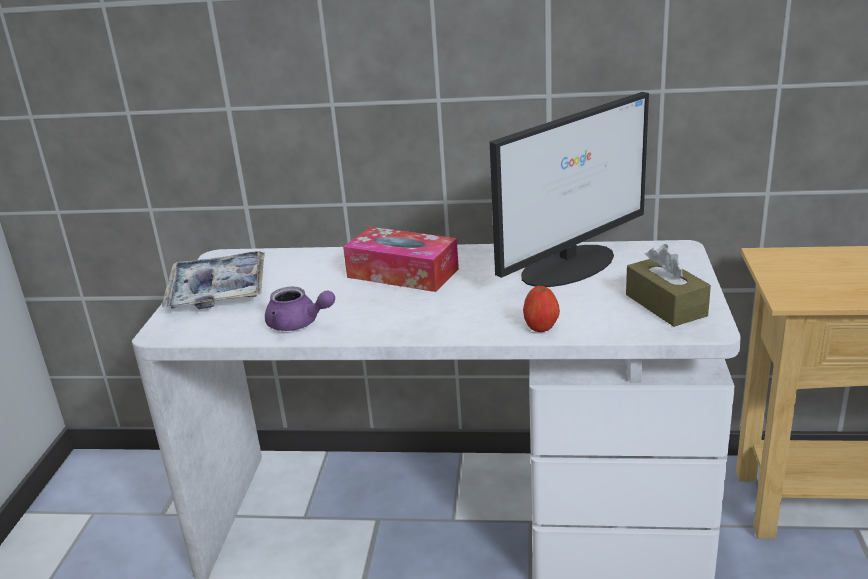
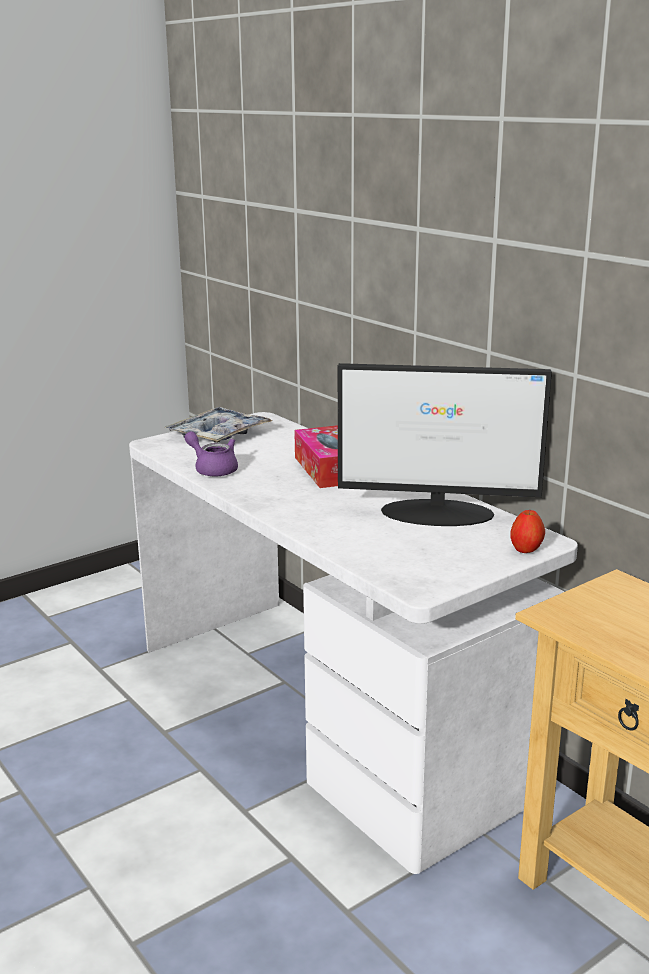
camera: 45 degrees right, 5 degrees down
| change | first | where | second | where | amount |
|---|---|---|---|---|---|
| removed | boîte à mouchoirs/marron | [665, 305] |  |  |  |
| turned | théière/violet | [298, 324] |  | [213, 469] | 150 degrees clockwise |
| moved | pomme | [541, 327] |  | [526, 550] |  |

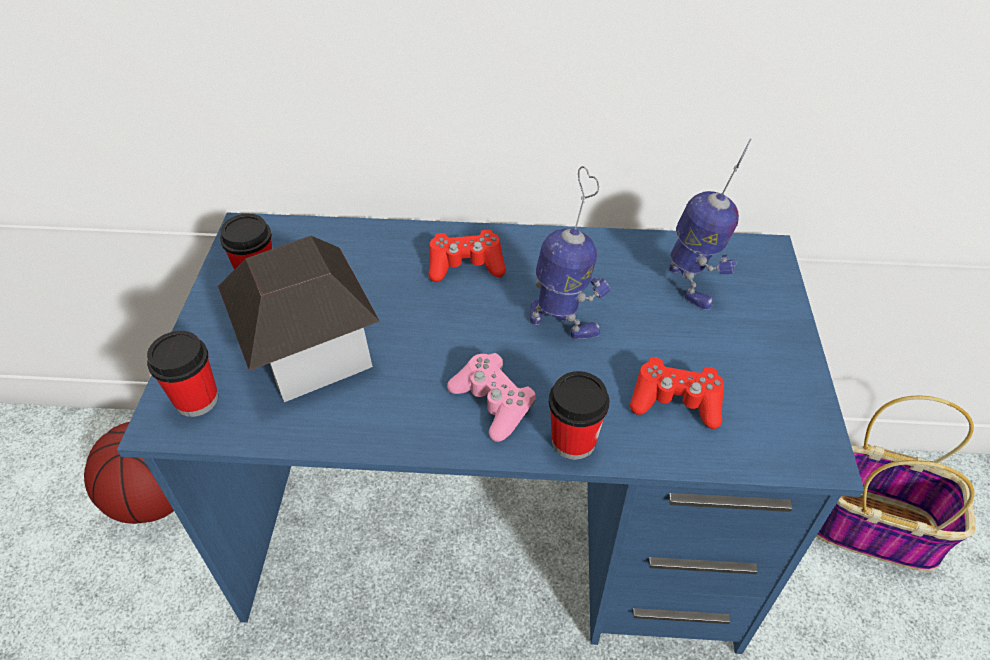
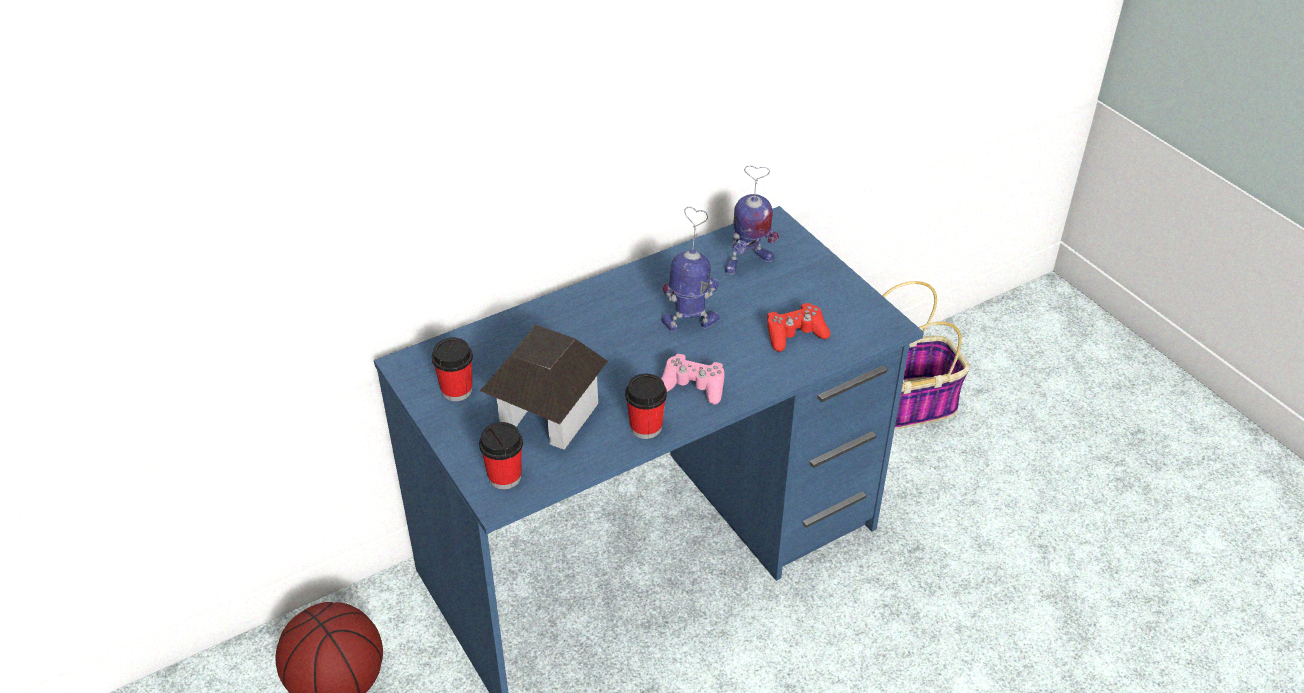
camera: 35 degrees left, 5 degrees down
| change | first | where | second | where | amount |
|---|---|---|---|---|---|
| turned | robot jouet | [692, 285] |  | [747, 263] | 105 degrees clockwise |
| removed | manette/rouge | [466, 265] |  |  |  |
| moved | tasse | [573, 441] |  | [646, 427] |  |

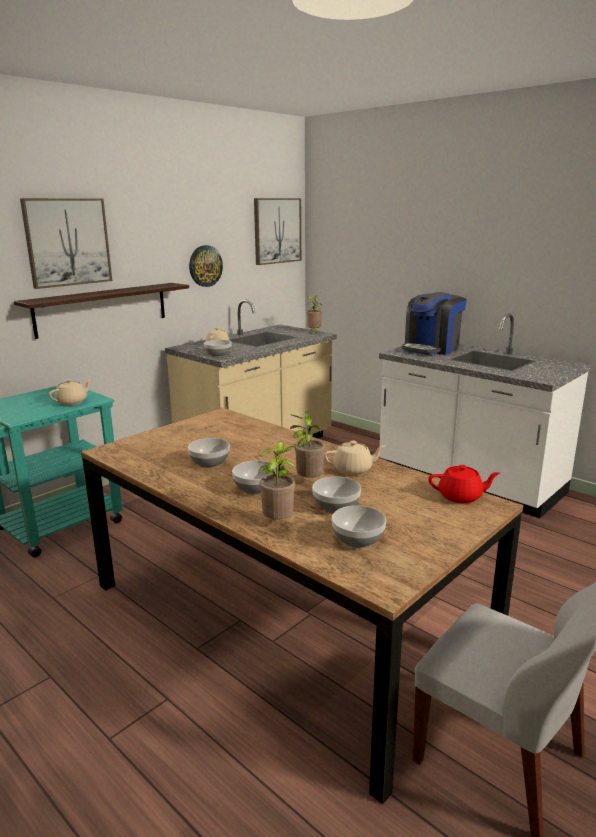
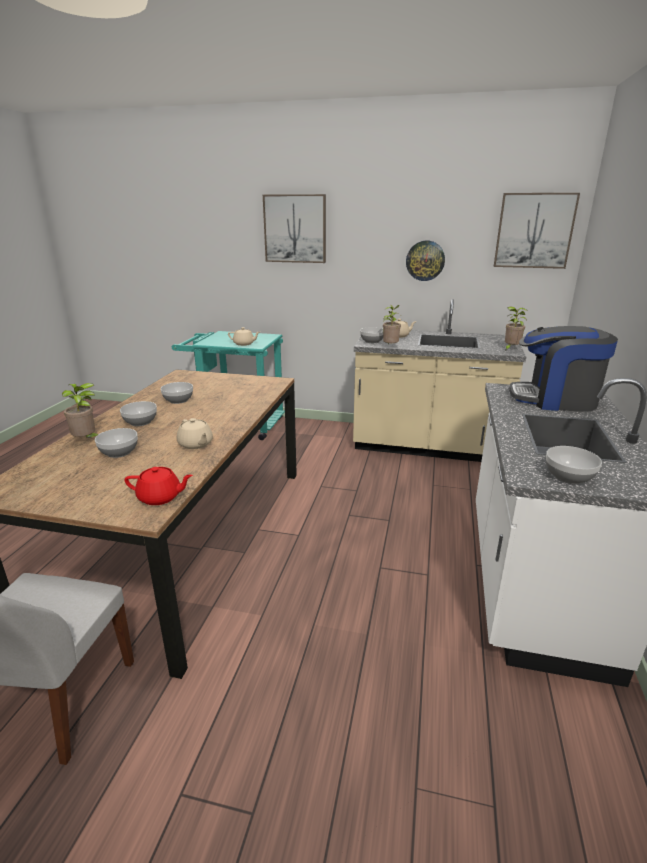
camera: 60 degrees right, 5 degrees up
| change | first | where | second | where | amount |
|---|---|---|---|---|---|
| removed | étagère | [102, 309] |  |  |  |
| moved | plante en pot | [308, 482] |  | [390, 347] |  |
| turned | théière/rouge | [461, 497] |  | [160, 497] | 60 degrees counterclockwise |
| moved | bol | [358, 540] |  | [568, 477] |  |

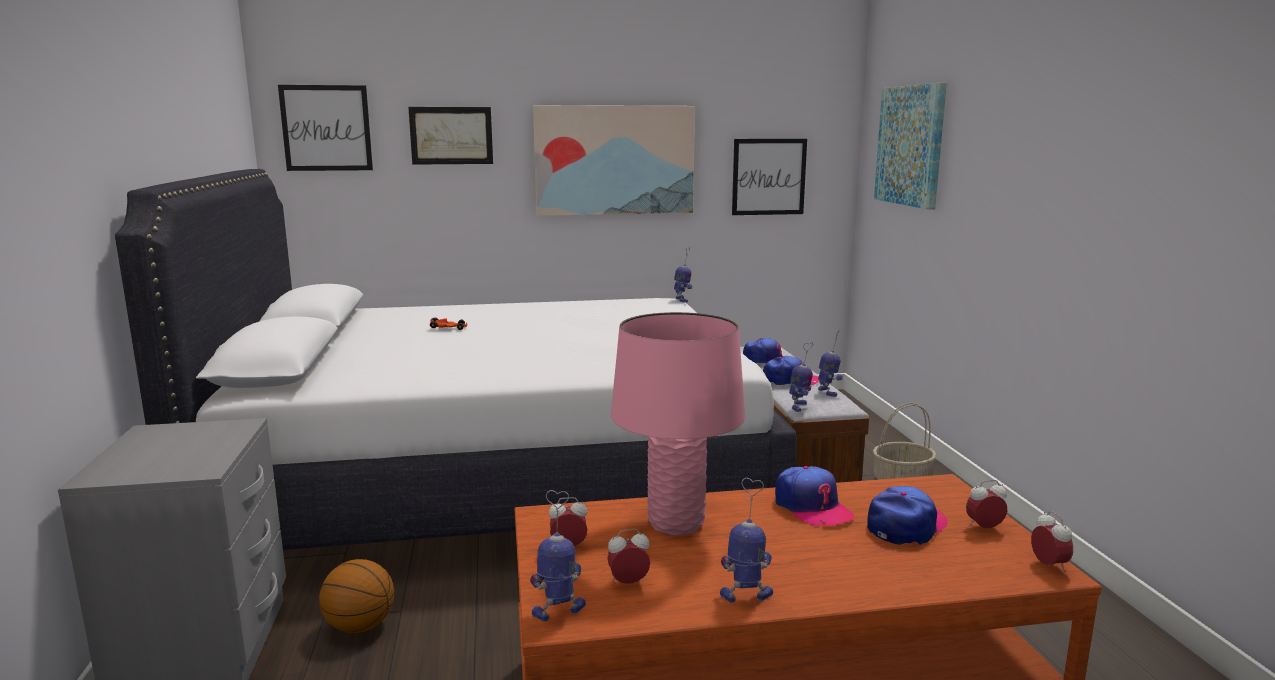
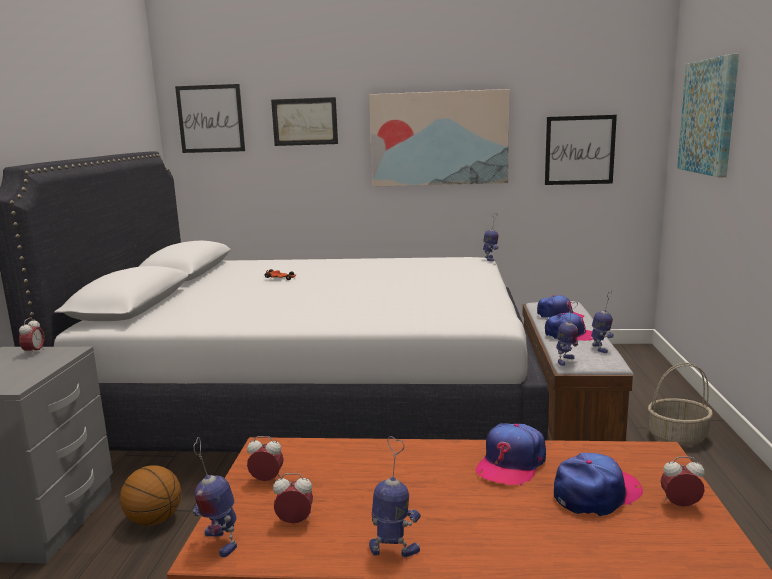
camera: 15 degrees right, 0 degrees up
| change | first | where | second | where | amount |
|---|---|---|---|---|---|
| removed | lampe de table/rose | [676, 523] |  |  |  |
| turned | casquette | [812, 507] |  | [511, 463] | 45 degrees clockwise |
| turned | robot jouet | [560, 611] |  | [219, 542] | 120 degrees counterclockwise |
| moved | réveil | [1049, 565] |  | [34, 352] |  |

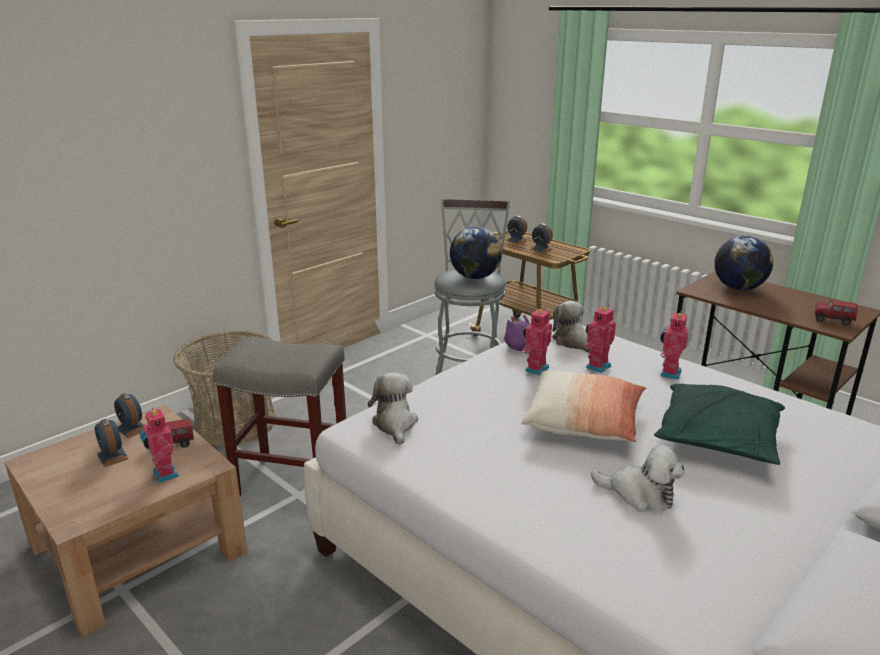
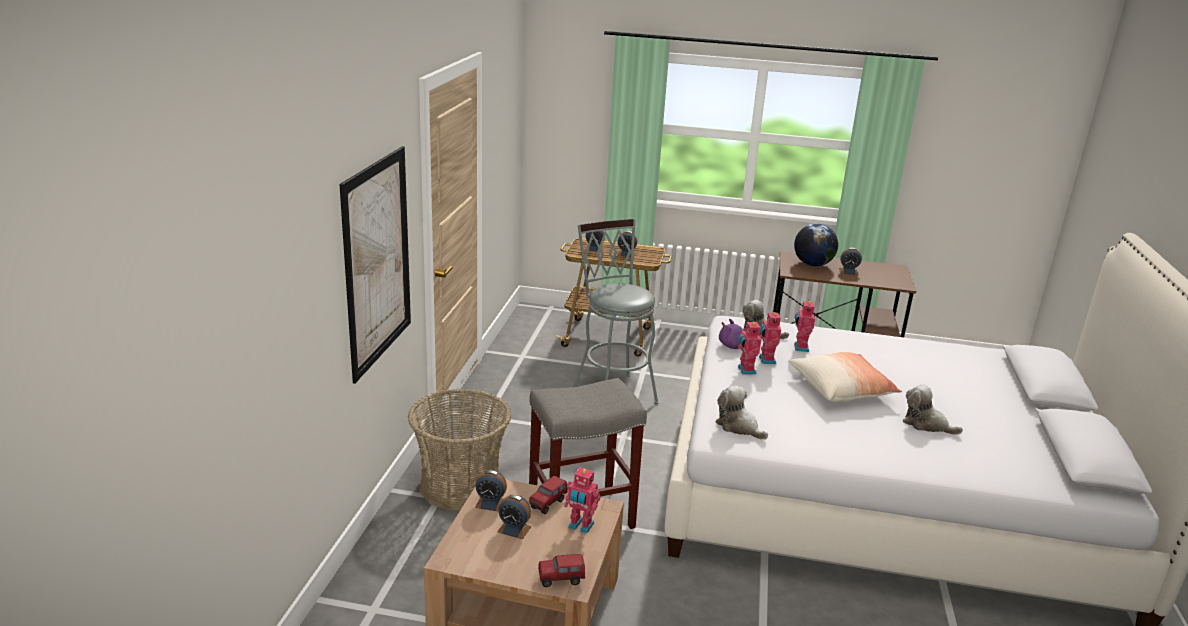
camera: 35 degrees left, 0 degrees up
| change | first | where | second | where | amount |
|---|---|---|---|---|---|
| removed | globe | [475, 277] |  |  |  |
| moved | camion jouet | [833, 321] |  | [561, 580] |  |
| moved | robot jouet | [668, 373] |  | [745, 370] |  |
| removed | coussin/vert | [717, 440] |  |  |  |
| turned | peluche | [639, 494] |  | [926, 424] | 135 degrees counterclockwise |
| added |  |  | tableau | [378, 261] |  |
| added |  |  | réveil | [848, 271] |  |

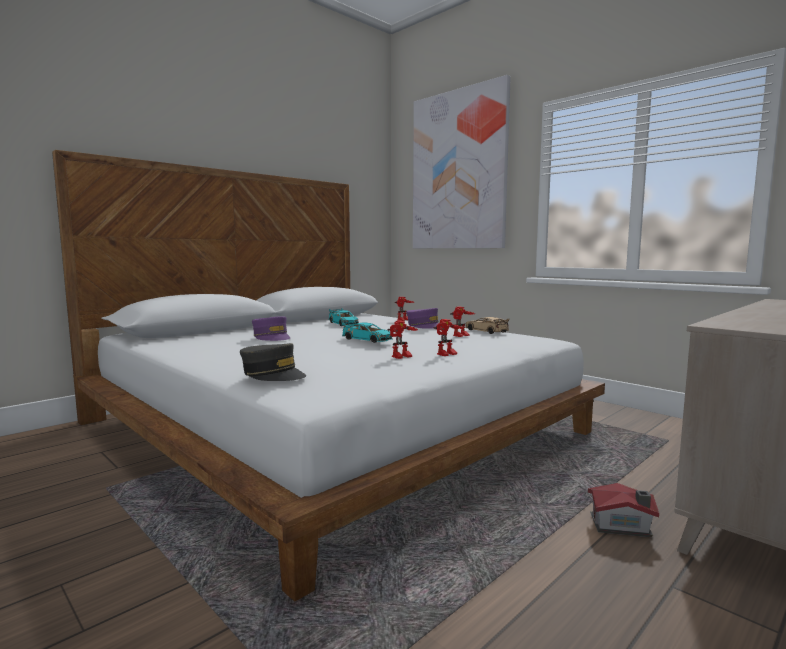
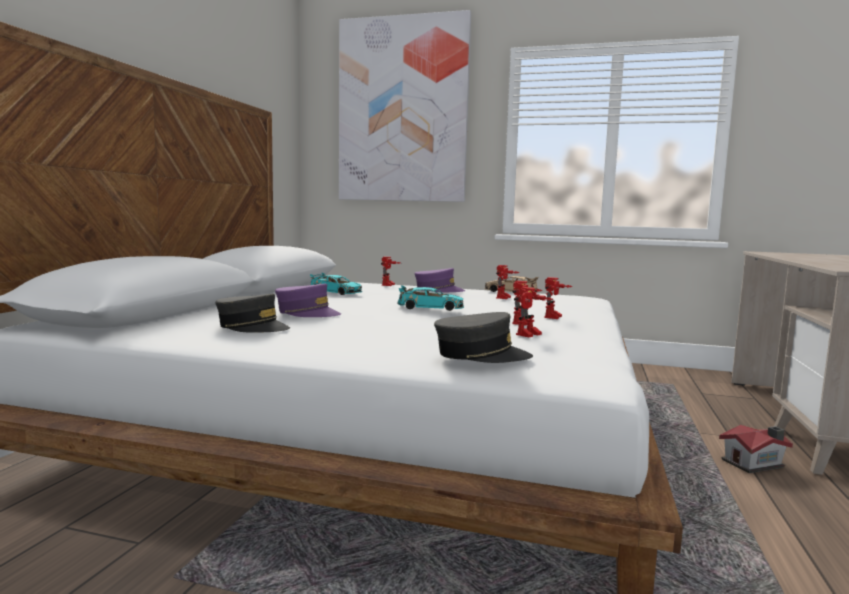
camera: 30 degrees left, 0 degrees up
| change | first | where | second | where | amount |
|---|---|---|---|---|---|
| added |  |  | robot jouet | [530, 335] |  |
| added |  |  | casquette/gris | [252, 327] |  |

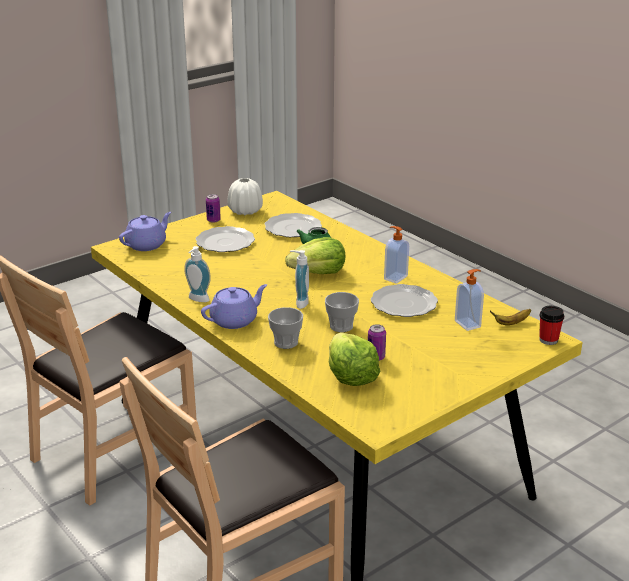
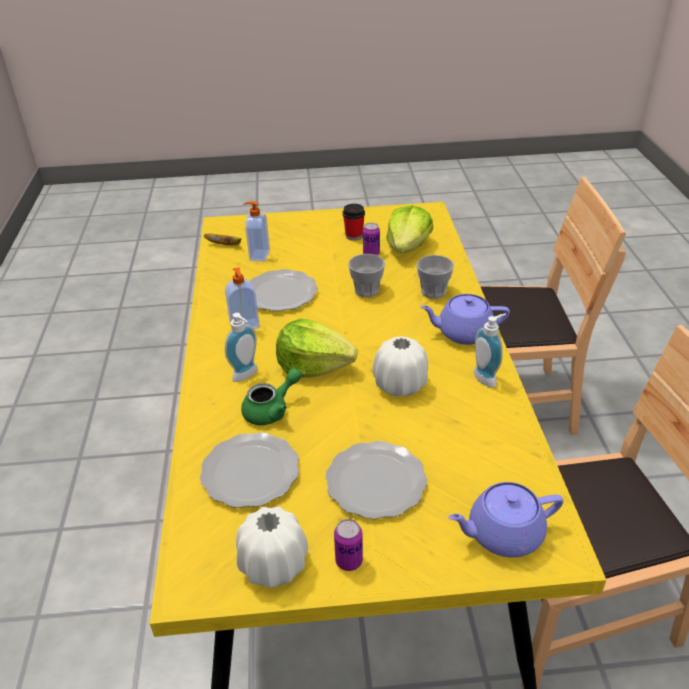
camera: 145 degrees left, 10 degrees up
| change | first | where | second | where | amount |
|---|---|---|---|---|---|
| moved | distributeur de savon | [299, 303] |  | [247, 375] |  |
| moved | tasse | [548, 340] |  | [354, 236] |  |
| added |  |  | vase/blanc | [400, 384] |  |

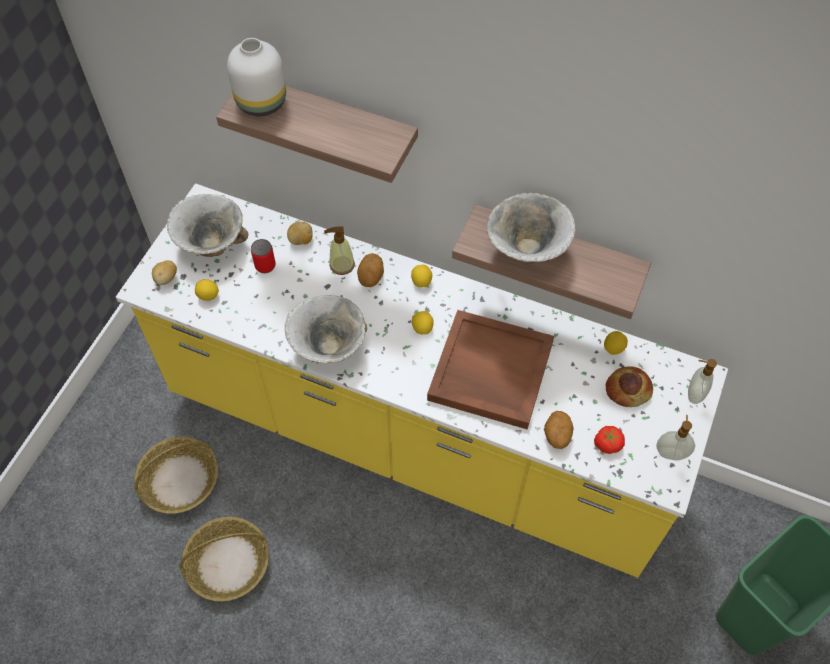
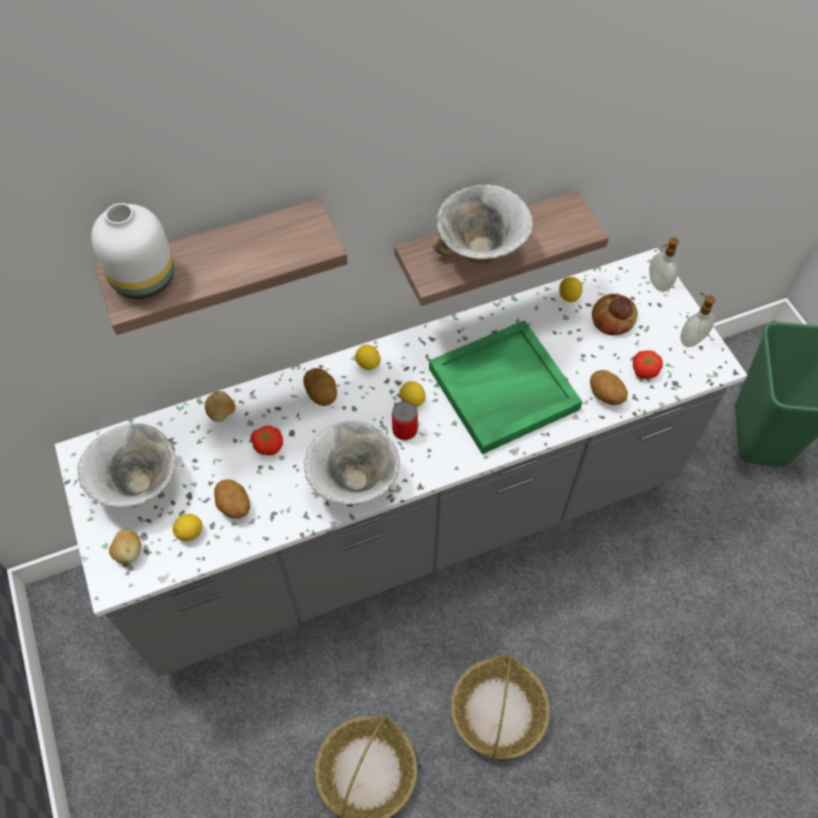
camera: 45 degrees left, 0 degrees up
| change | first | where | second | where | amount |
|---|---|---|---|---|---|
| recoloured | comptoir de cuisine/jaune | [415, 439] | comptoir de cuisine/gris | [409, 526] |  |
| removed | distributeur de savon | [341, 265] |  |  |  |
| moved | boîte métallique | [265, 265] |  | [404, 430] |  |
| recoloured | plateau/marron | [489, 372] | plateau/vert | [503, 390] |  |
| moved | panier | [180, 480] |  | [498, 711] |  |
| added |  |  | tomate | [268, 445] |  |
| added |  |  | pomme de terre | [234, 506] |  |

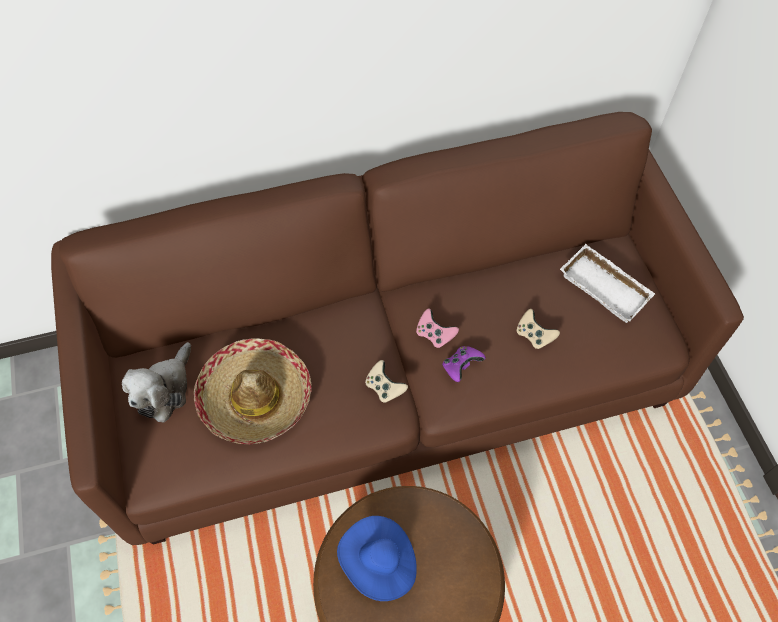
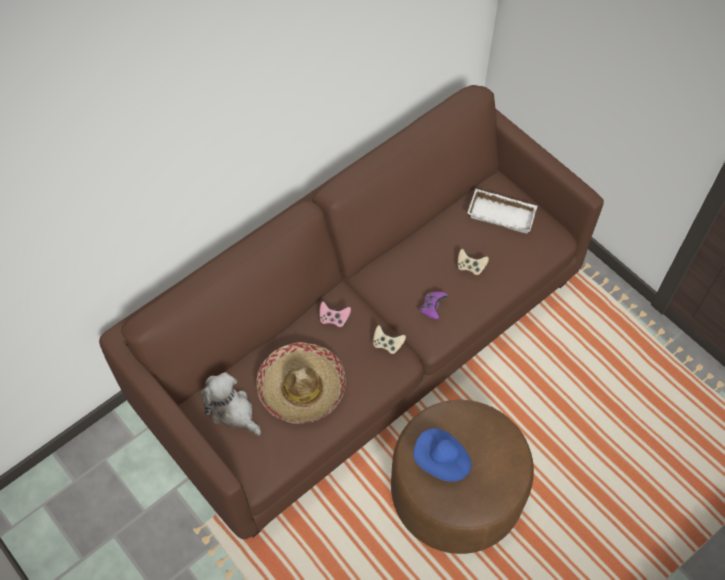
camera: 25 degrees left, 0 degrees up
| change | first | where | second | where | amount |
|---|---|---|---|---|---|
| moved | manette/rose | [434, 334] |  | [333, 318] |  |
| turned | peluche | [165, 390] |  | [232, 411] | 135 degrees clockwise |

